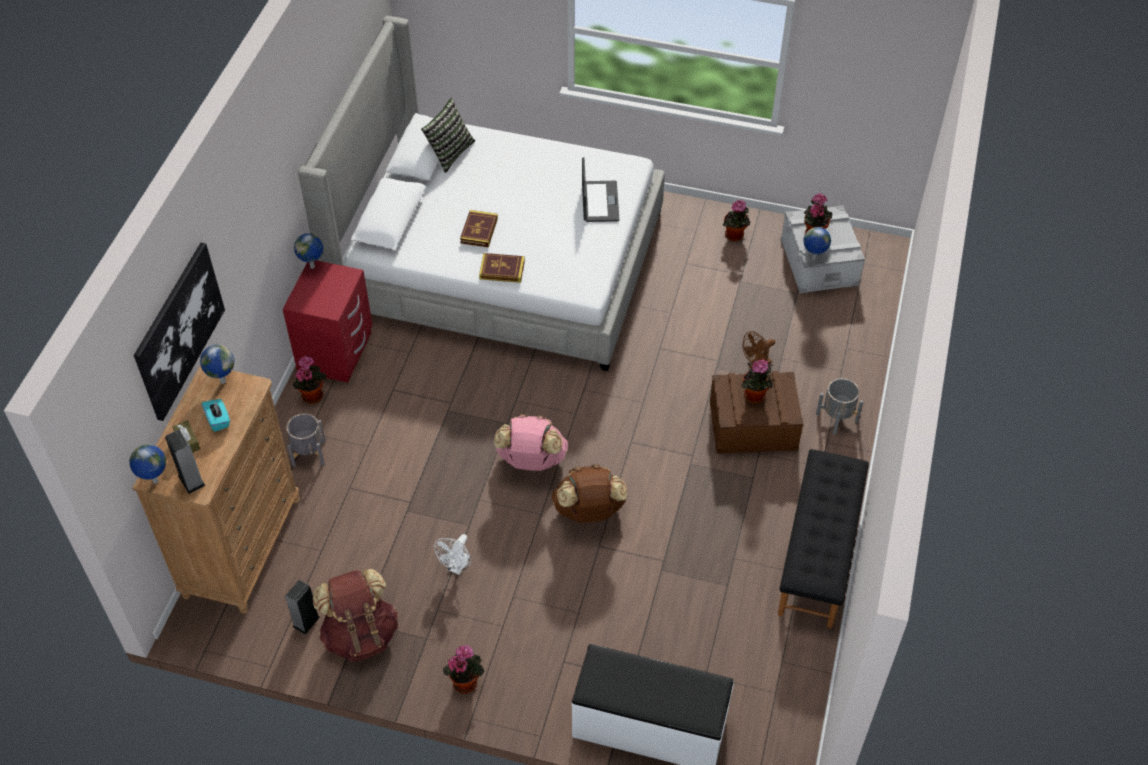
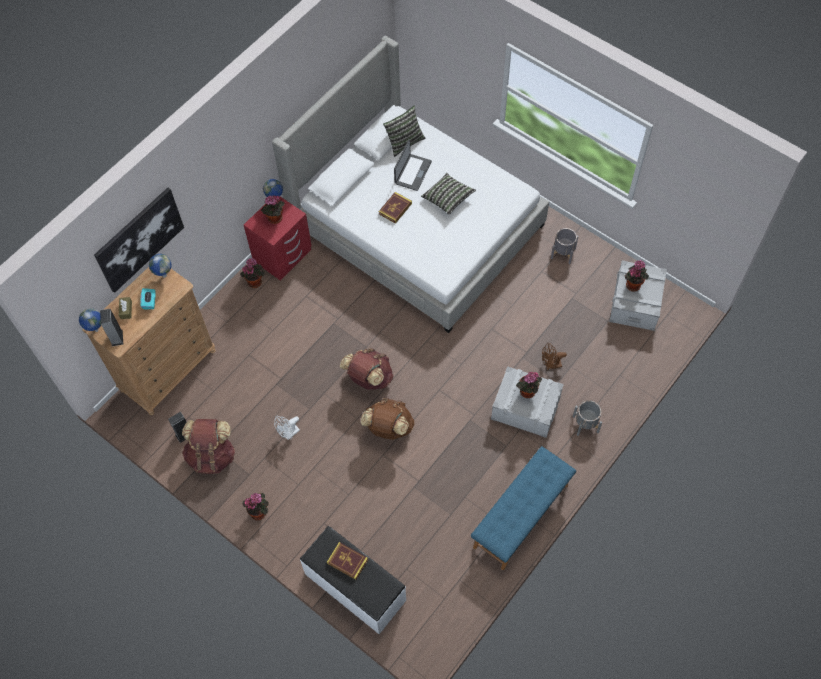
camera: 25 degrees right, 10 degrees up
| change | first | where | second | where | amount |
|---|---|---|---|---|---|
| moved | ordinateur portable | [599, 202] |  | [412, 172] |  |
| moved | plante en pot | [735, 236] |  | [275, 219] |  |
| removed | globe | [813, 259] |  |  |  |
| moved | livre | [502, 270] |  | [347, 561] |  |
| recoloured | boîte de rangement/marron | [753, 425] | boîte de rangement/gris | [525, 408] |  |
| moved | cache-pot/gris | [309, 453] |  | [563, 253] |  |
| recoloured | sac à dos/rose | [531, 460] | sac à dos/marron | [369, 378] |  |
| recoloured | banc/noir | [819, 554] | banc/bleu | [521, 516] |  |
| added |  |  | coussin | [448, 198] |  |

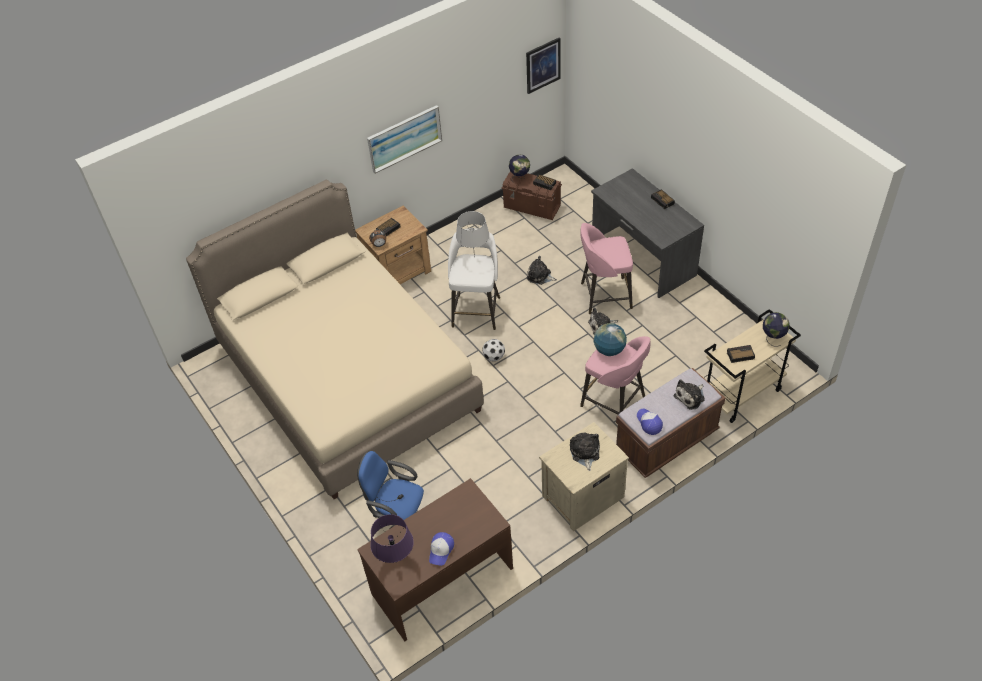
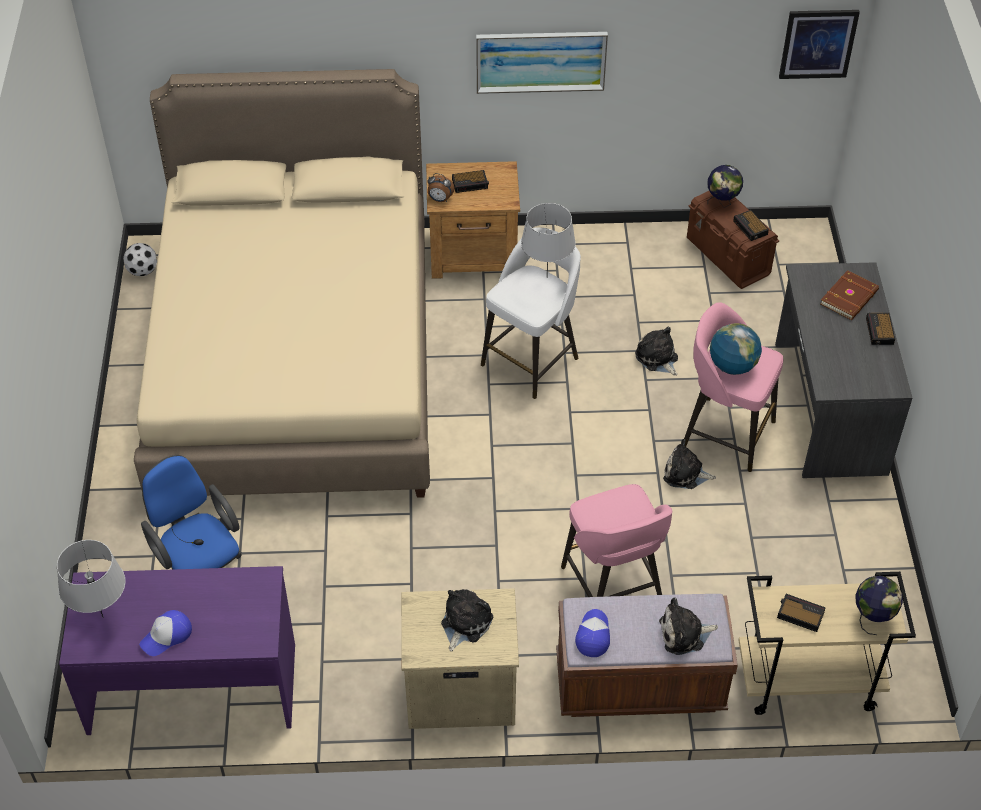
camera: 30 degrees right, 0 degrees up
| change | first | where | second | where | amount |
|---|---|---|---|---|---|
| moved | globe | [609, 350] |  | [732, 366] |  |
| moved | ballon de foot | [494, 357] |  | [143, 271] |  |
| recoloured | bureau/marron | [441, 580] | bureau/violet | [193, 686] |  |
| recoloured | lampe de table/violet | [396, 562] | lampe de table/gris | [102, 617] |  |
| added |  |  | livre/marron | [850, 297] |  |

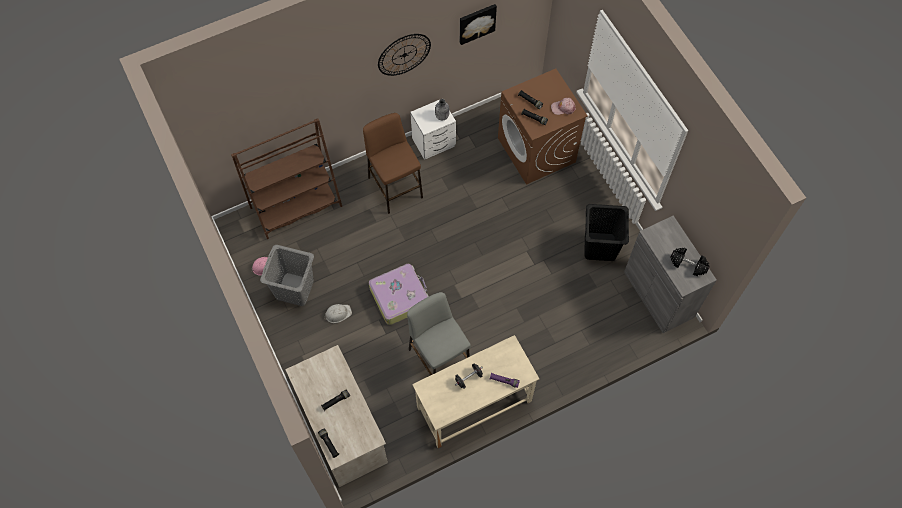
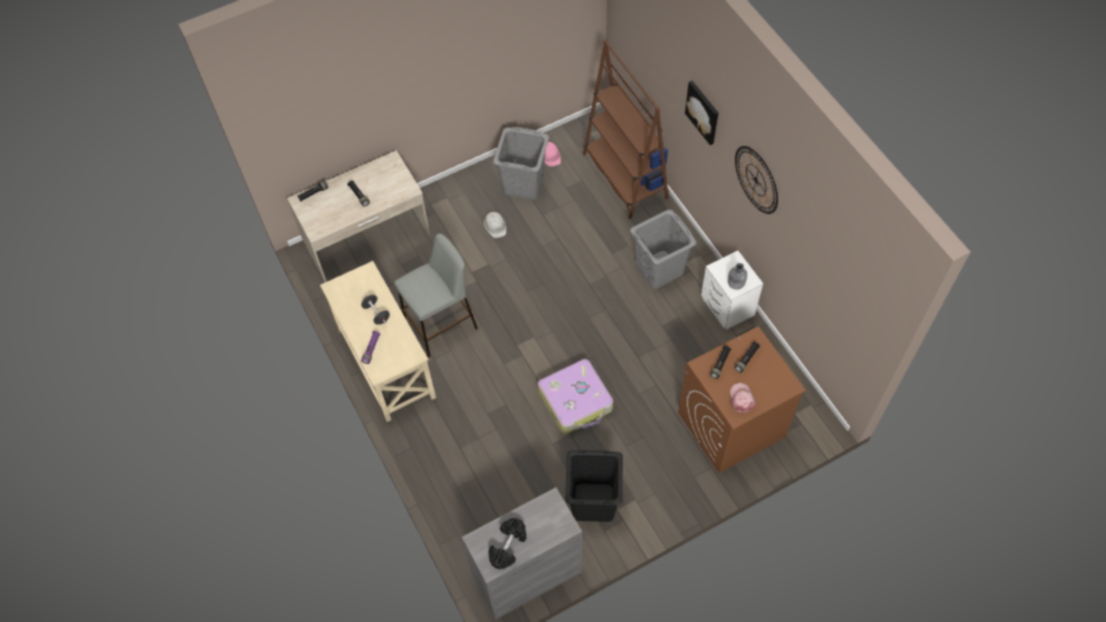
camera: 90 degrees right, 5 degrees down
| change | first | where | second | where | amount |
|---|---|---|---|---|---|
| moved | tableau | [476, 23] |  | [703, 112] |  |
| replaced | tabouret/marron | [395, 187] | panier à linge/gris | [659, 269] |  |
| moved | valise | [400, 296] |  | [576, 401] |  |

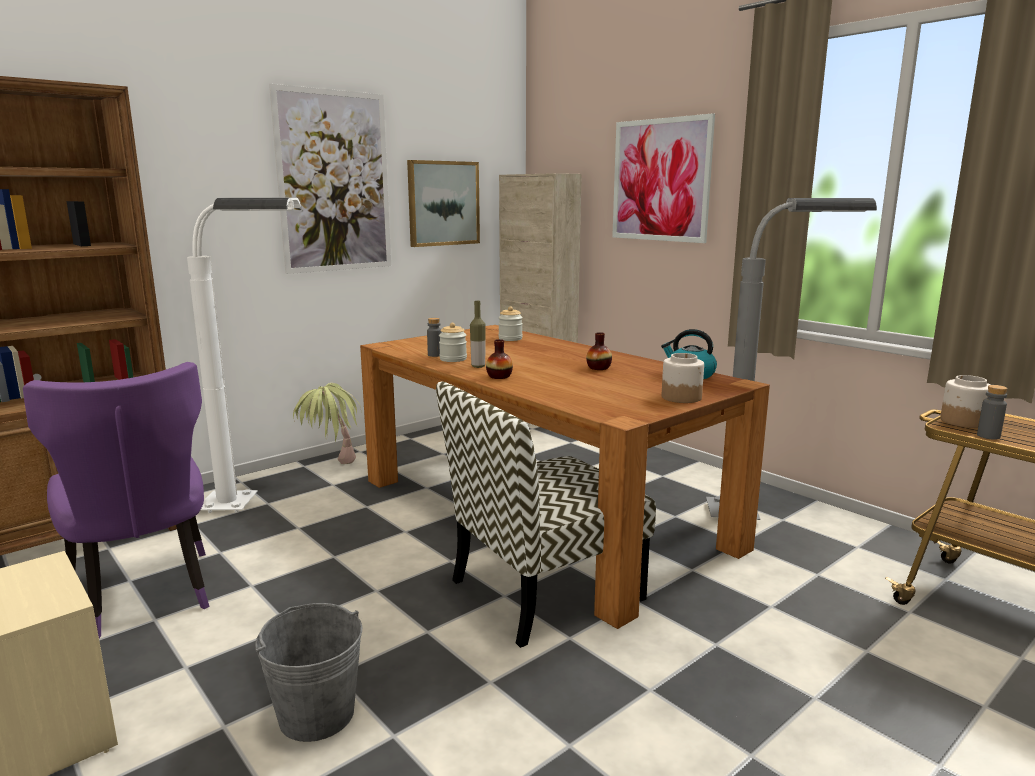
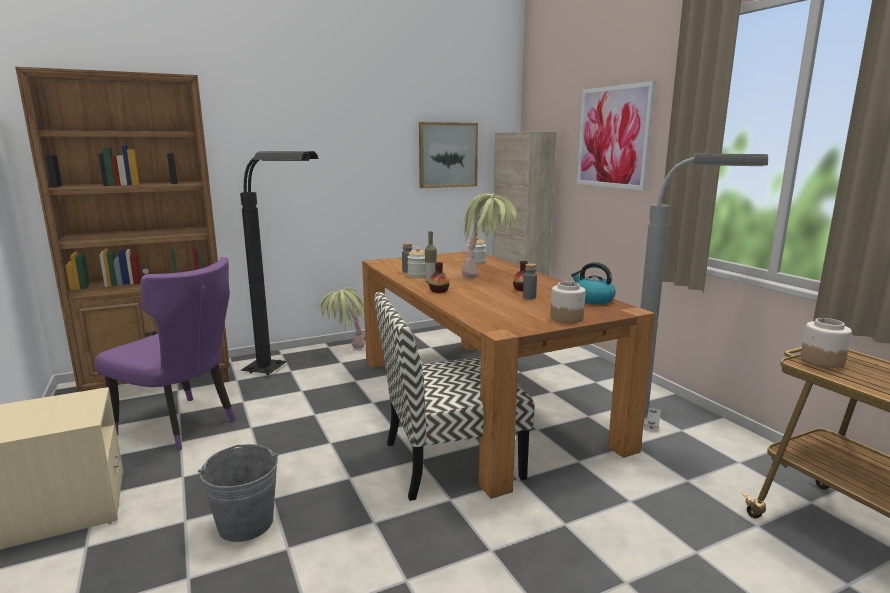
camera: 15 degrees right, 0 degrees up
| change | first | where | second | where | amount |
|---|---|---|---|---|---|
| removed | tableau | [334, 182] |  |  |  |
| recoloured | lampadaire/blanc | [261, 504] | lampadaire/noir | [286, 371] |  |
| turned | chaise/violet | [145, 597] |  | [182, 426] | 45 degrees counterclockwise |
| moved | bouteille/gris | [988, 436] |  | [529, 297] |  |
| added |  |  | plante en pot | [488, 276] |  |

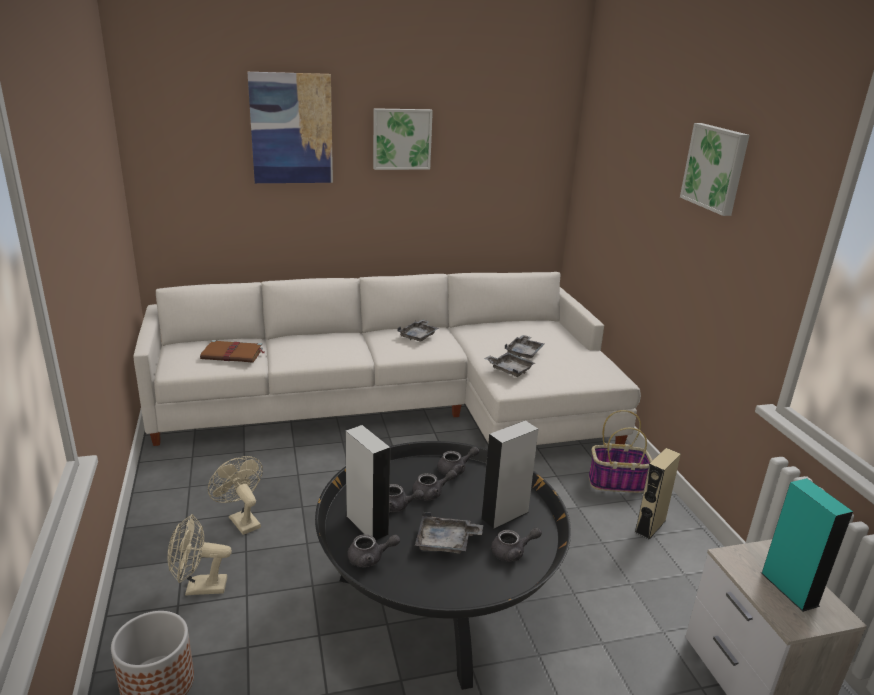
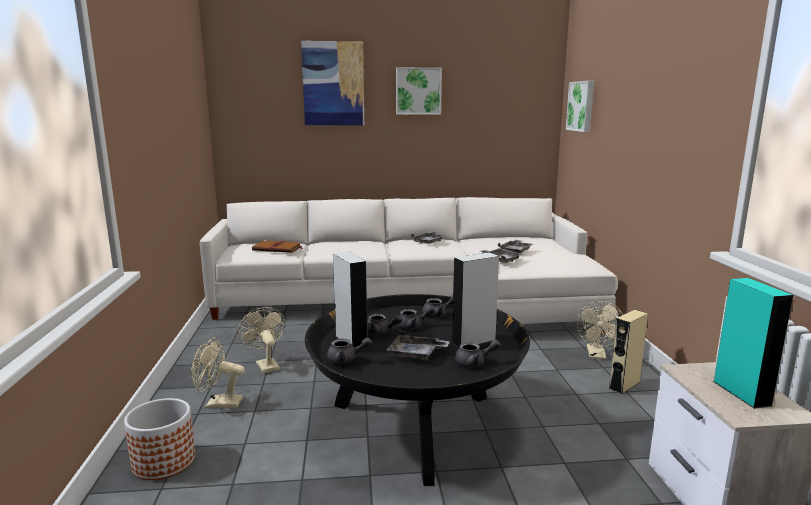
camera: 10 degrees right, 10 degrees down
| change | first | where | second | where | amount |
|---|---|---|---|---|---|
| moved | tableau | [716, 168] |  | [581, 106] |  |
| replaced | panier | [617, 482] | ventilateur/beige | [597, 355] |  |

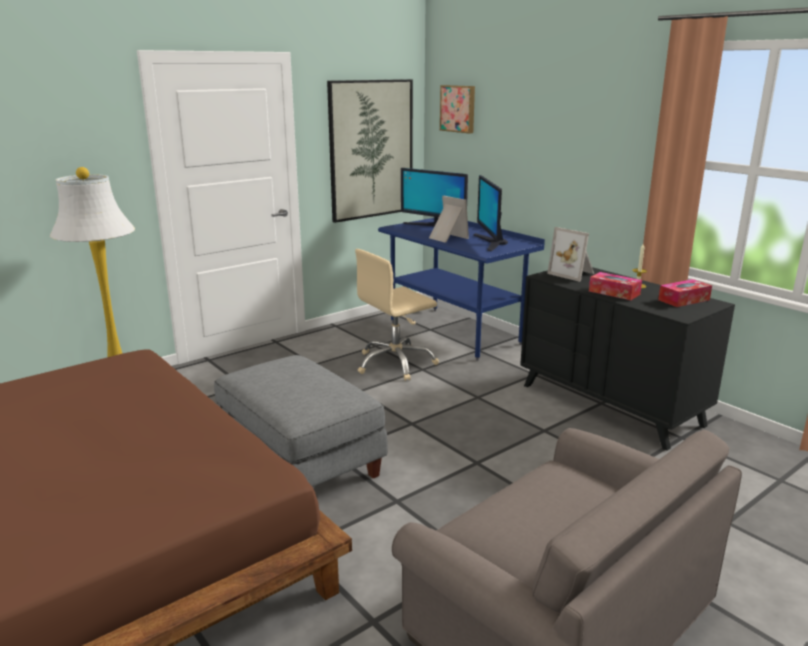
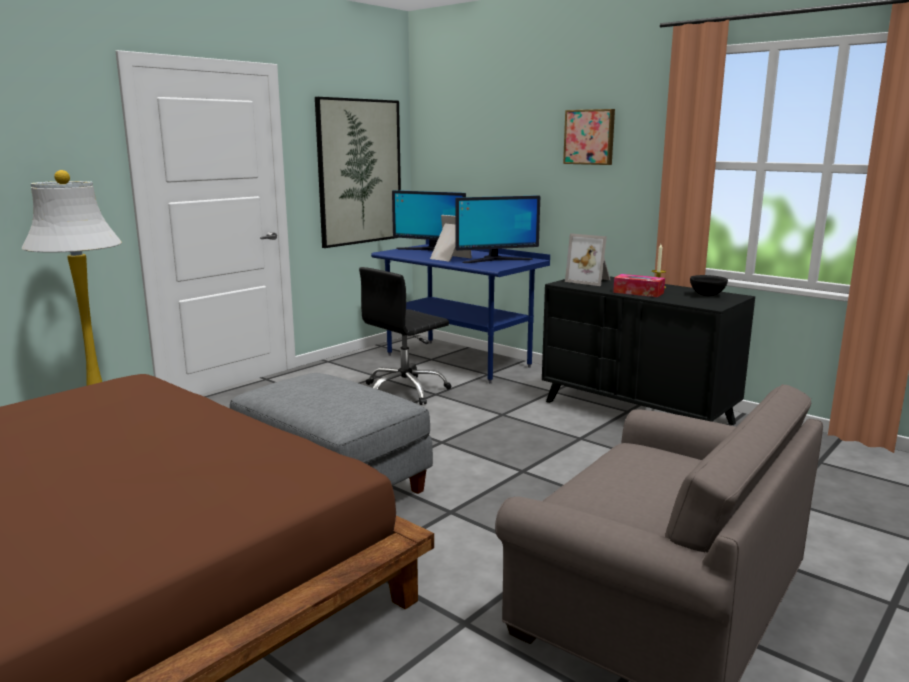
camera: 10 degrees left, 5 degrees down
| change | first | where | second | where | amount |
|---|---|---|---|---|---|
| moved | tableau | [458, 108] |  | [590, 137] |  |
| turned | écran d'ordinateur | [490, 243] |  | [495, 260] | 90 degrees counterclockwise |
| recoloured | chaise de bureau/beige | [395, 363] | chaise de bureau/noir | [405, 391] |  |
| replaced | boîte à mouchoirs | [683, 300] | bol/noir | [707, 295] |  |

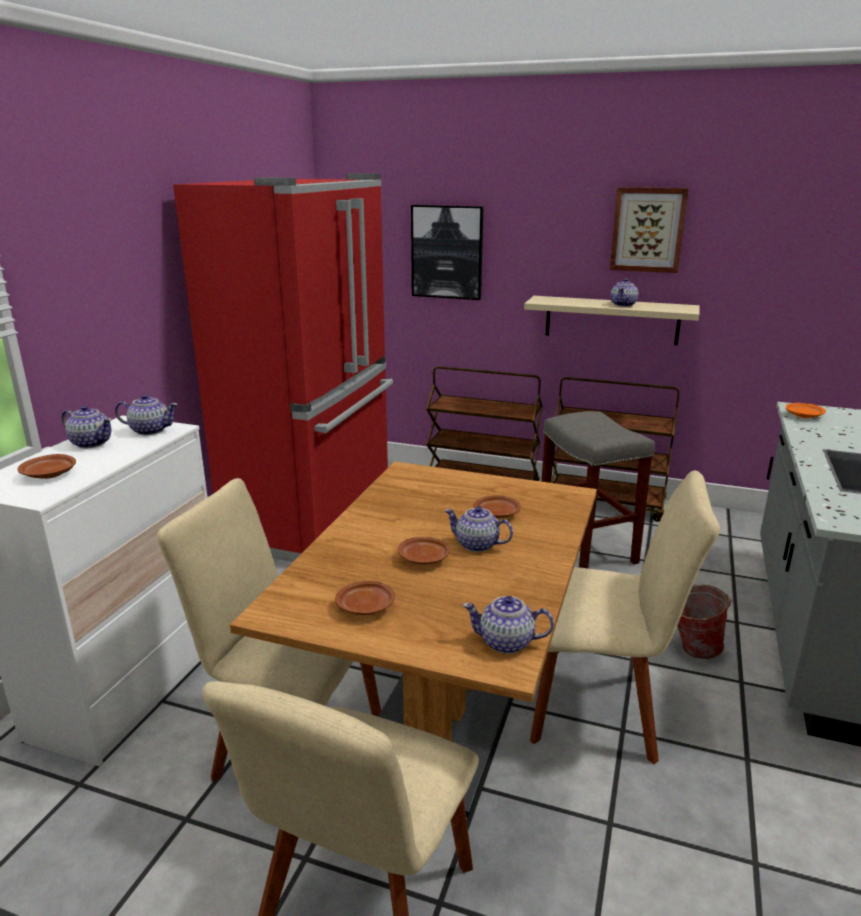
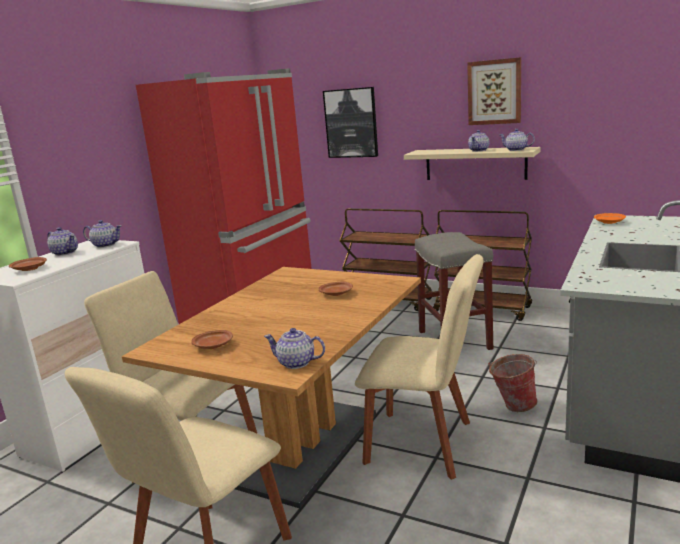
camera: 10 degrees right, 5 degrees down
| change | first | where | second | where | amount |
|---|---|---|---|---|---|
| moved | théière | [477, 545] |  | [516, 150] |  |
| removed | assiette/marron | [424, 559] |  |  |  |

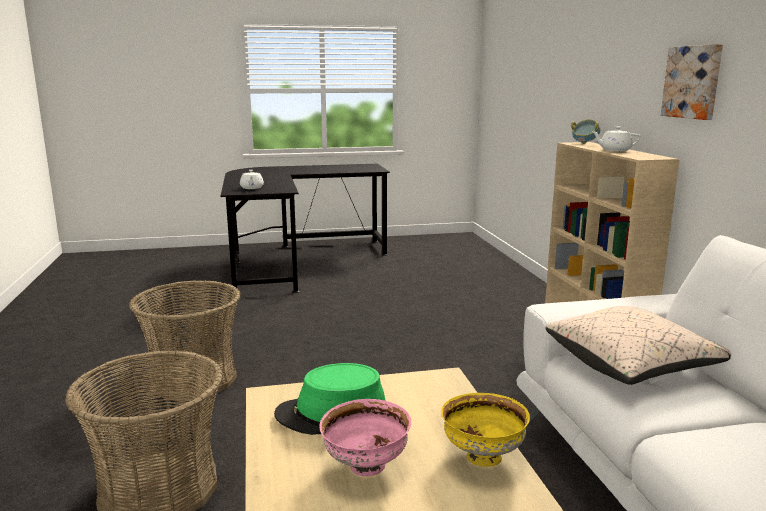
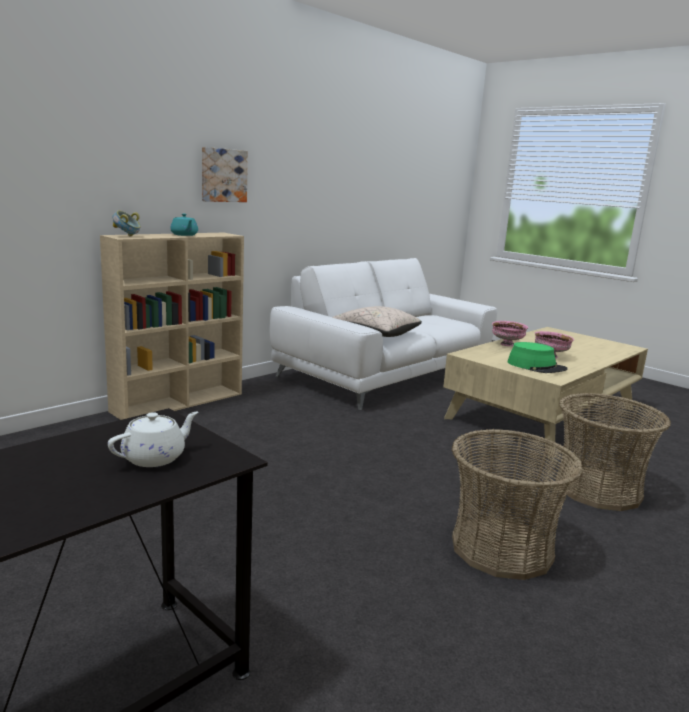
camera: 125 degrees left, 0 degrees up
| change | first | where | second | where | amount |
|---|---|---|---|---|---|
| recoloured | théière/blanc | [614, 150] | théière/turquoise | [184, 235] |  |
| recoloured | bol/jaune | [482, 457] | bol/rose | [507, 344] |  |

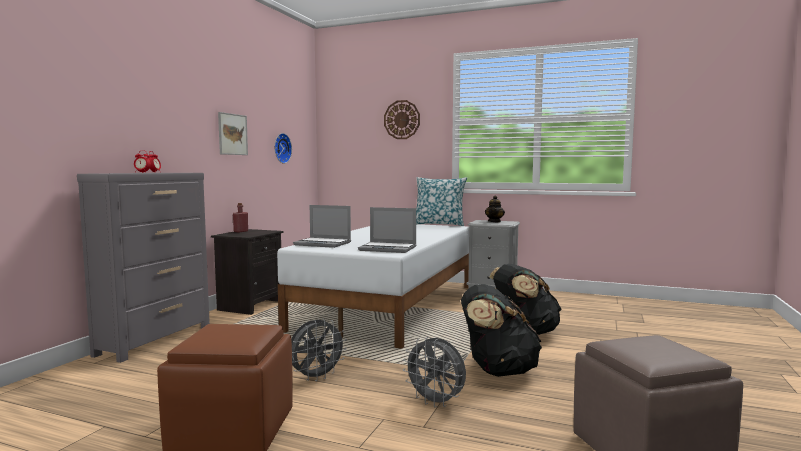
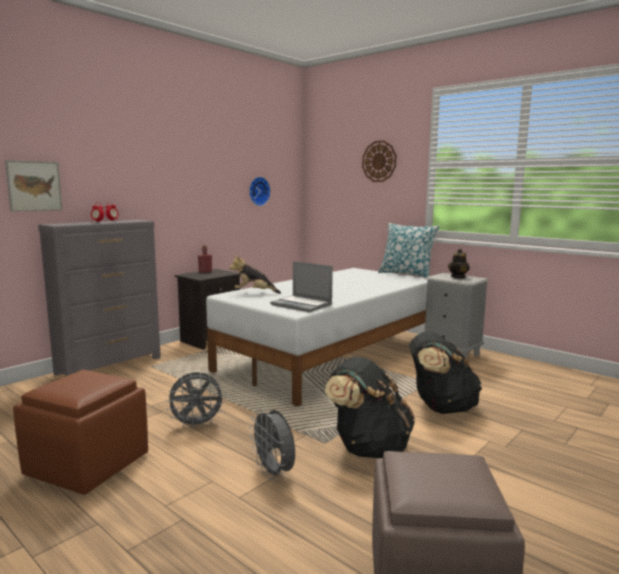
camera: 20 degrees right, 5 degrees up
| change | first | where | second | where | amount |
|---|---|---|---|---|---|
| moved | tableau | [232, 134] |  | [34, 186] |  |
| replaced | ordinateur portable | [323, 244] | peluche | [254, 293] |  |

